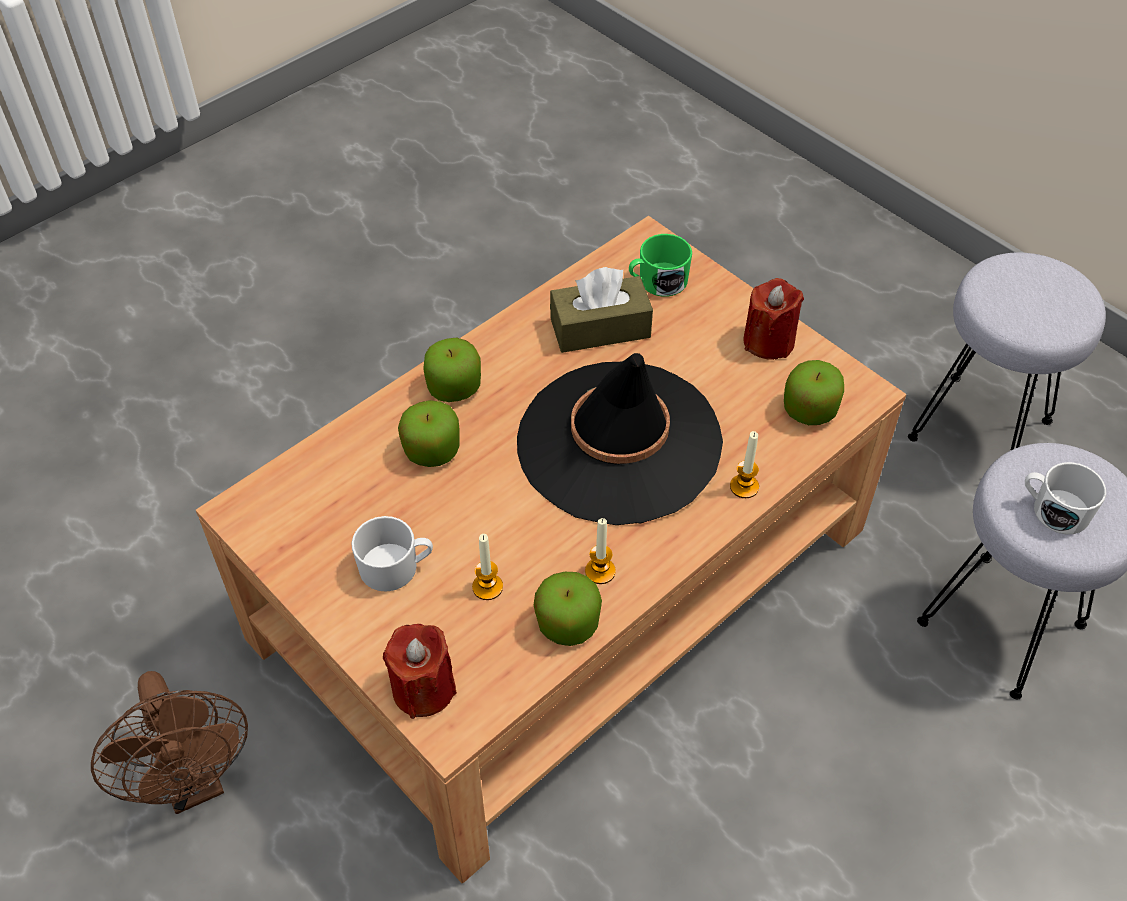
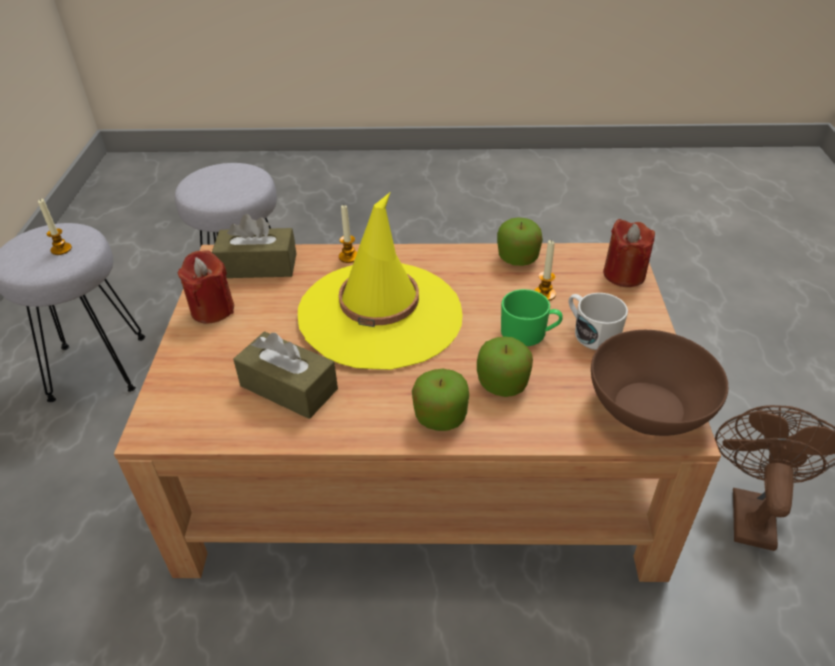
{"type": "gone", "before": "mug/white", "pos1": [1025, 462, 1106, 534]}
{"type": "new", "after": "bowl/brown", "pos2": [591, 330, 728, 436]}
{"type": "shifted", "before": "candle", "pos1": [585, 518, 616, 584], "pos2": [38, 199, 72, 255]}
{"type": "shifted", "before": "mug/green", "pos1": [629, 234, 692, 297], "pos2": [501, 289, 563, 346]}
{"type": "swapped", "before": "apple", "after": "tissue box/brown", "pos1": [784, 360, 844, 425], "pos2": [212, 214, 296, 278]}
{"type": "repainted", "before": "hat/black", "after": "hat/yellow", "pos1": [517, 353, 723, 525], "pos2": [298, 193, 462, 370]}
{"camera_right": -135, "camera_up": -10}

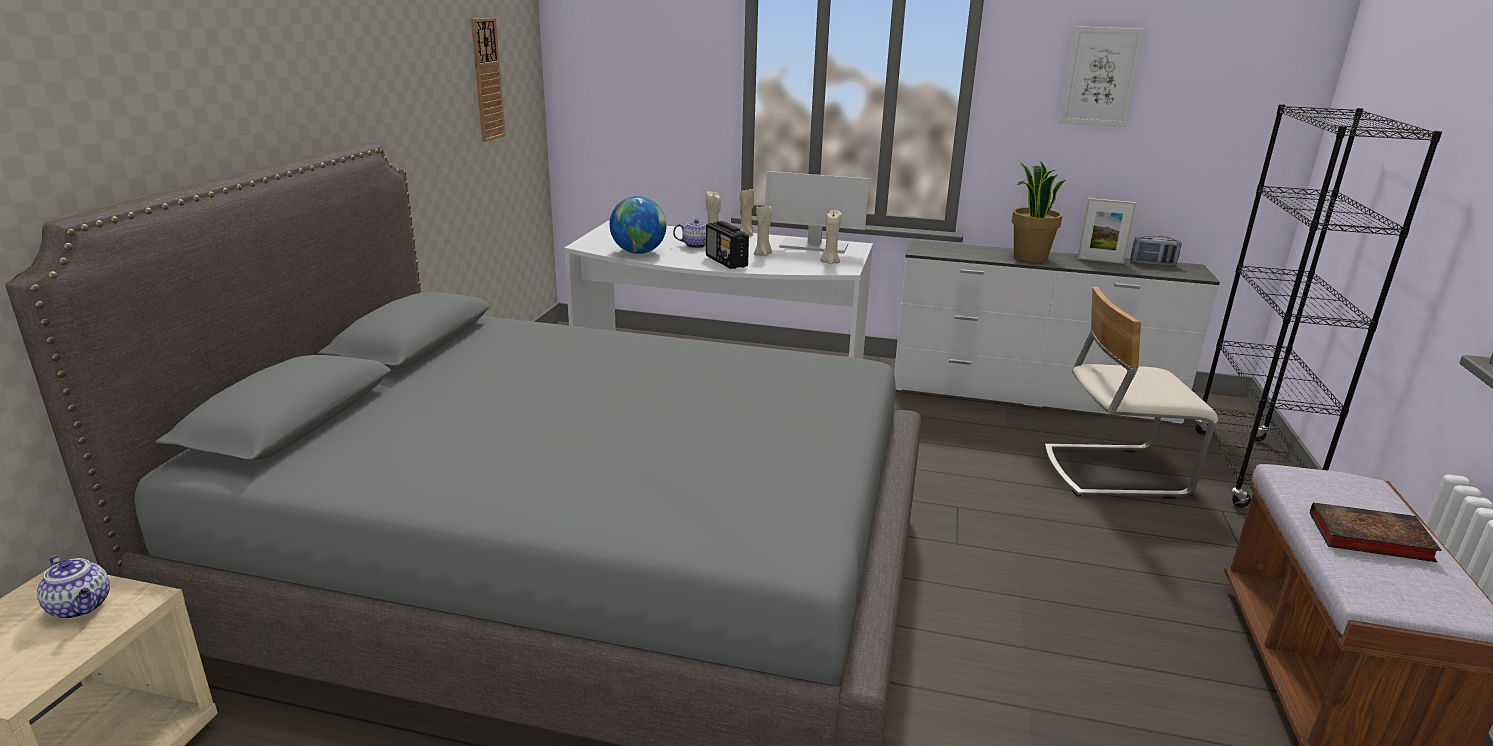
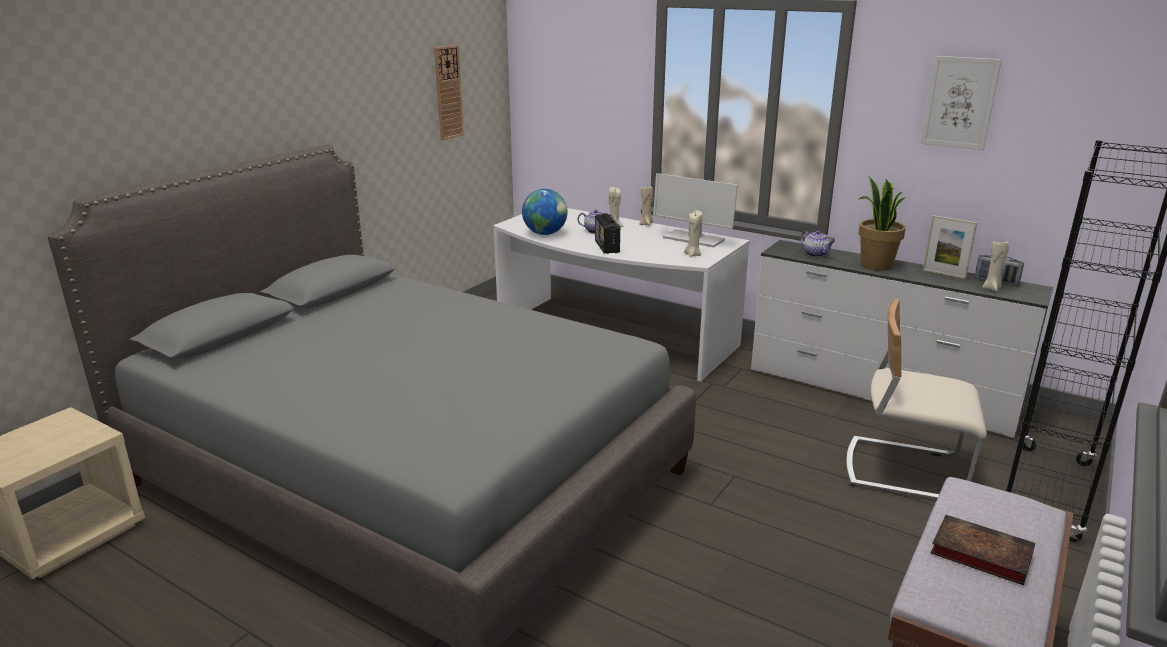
{"type": "shifted", "before": "teapot", "pos1": [37, 555, 110, 619], "pos2": [800, 230, 834, 257]}
{"type": "shifted", "before": "candle/beige", "pos1": [754, 206, 772, 257], "pos2": [982, 240, 1009, 292]}
{"camera_right": 20, "camera_up": 0}

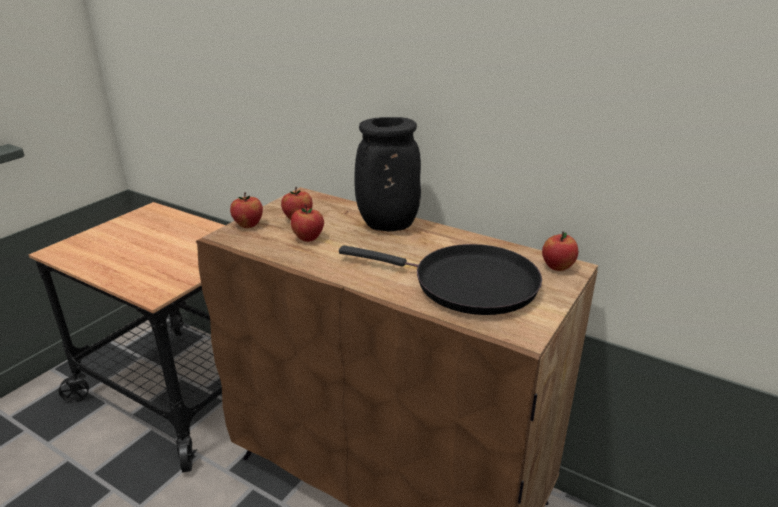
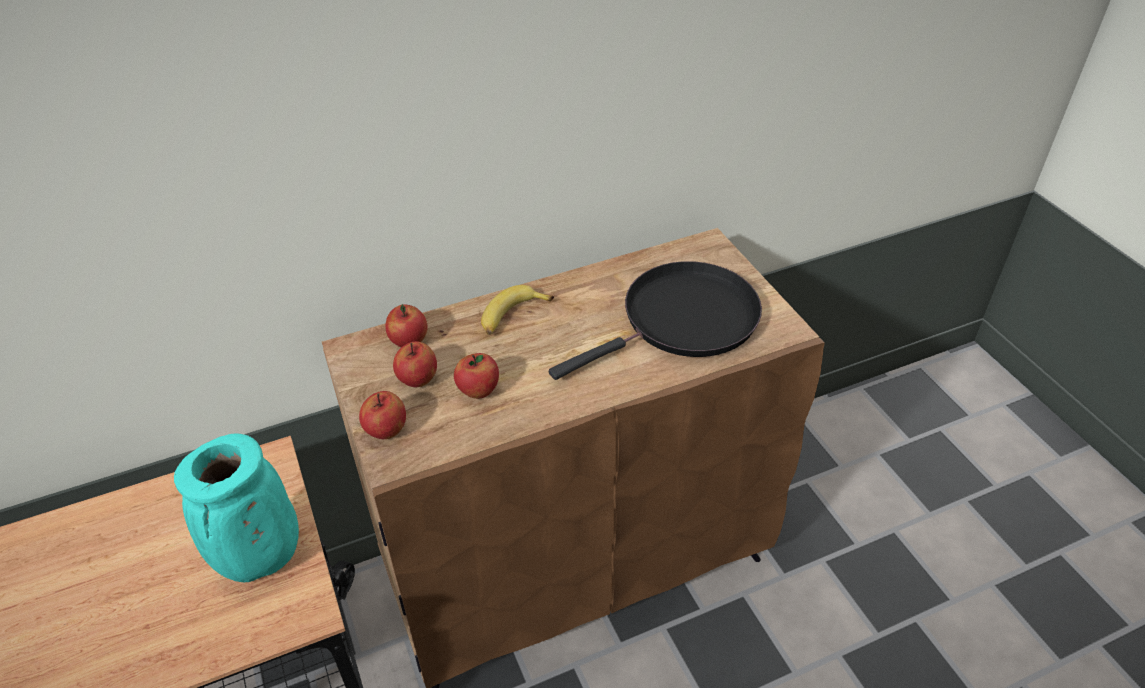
{"type": "new", "after": "vase/turquoise", "pos2": [174, 433, 299, 582]}
{"type": "shifted", "before": "apple", "pos1": [542, 231, 578, 271], "pos2": [385, 304, 427, 347]}
{"type": "swapped", "before": "vase/black", "after": "banana", "pos1": [355, 117, 421, 231], "pos2": [481, 285, 554, 335]}
{"camera_right": -55, "camera_up": 15}

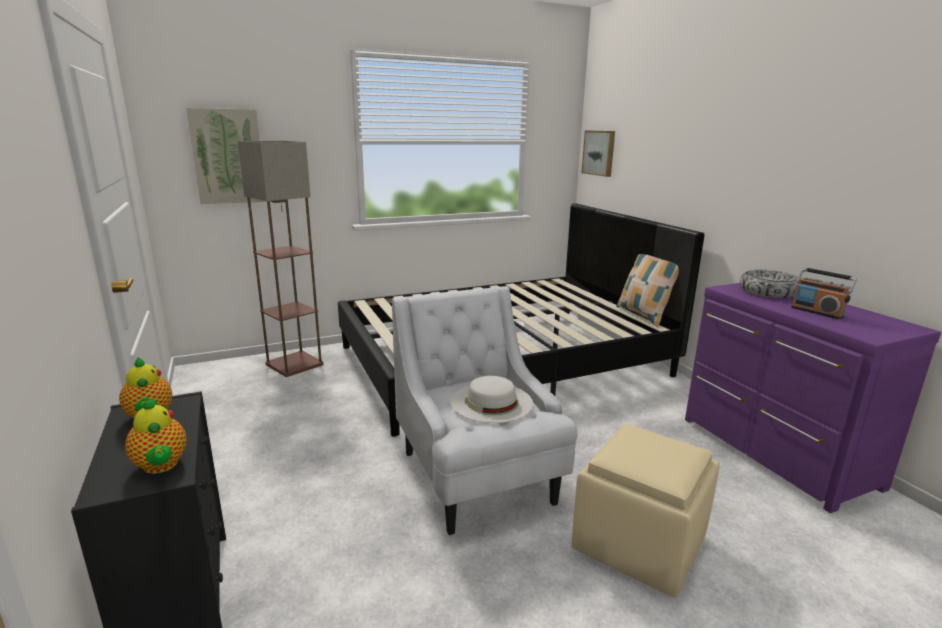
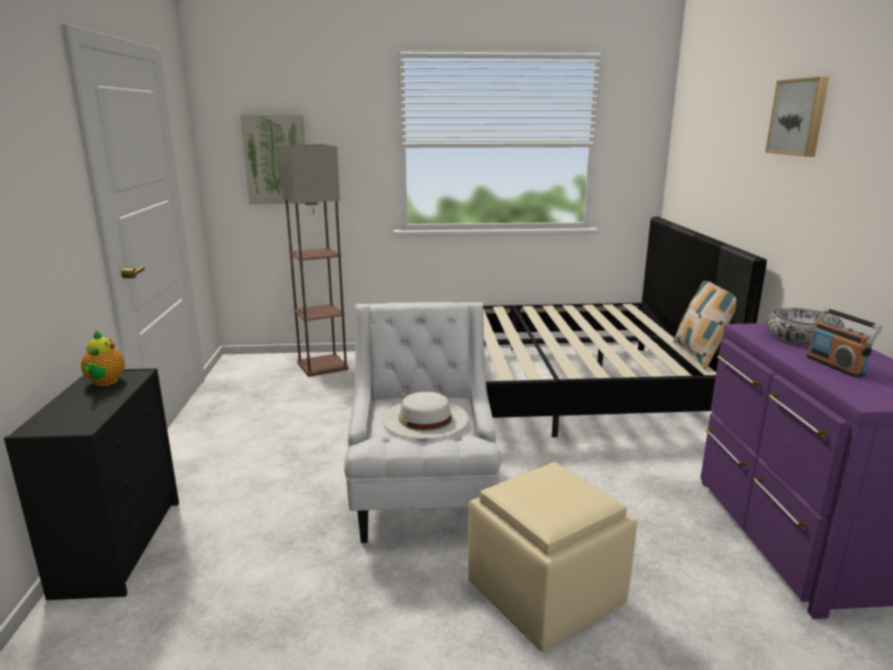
{"type": "gone", "before": "teapot", "pos1": [125, 398, 186, 474]}
{"type": "shifted", "before": "picture", "pos1": [582, 130, 615, 177], "pos2": [765, 77, 829, 157]}
{"camera_right": 20, "camera_up": 0}

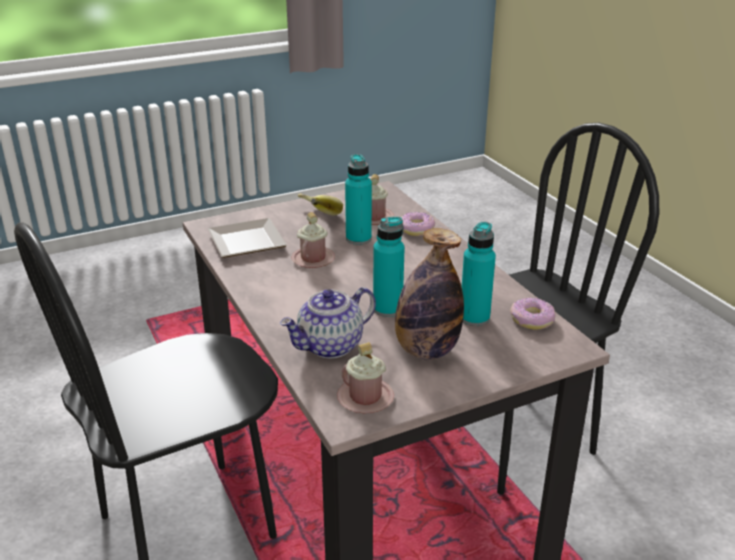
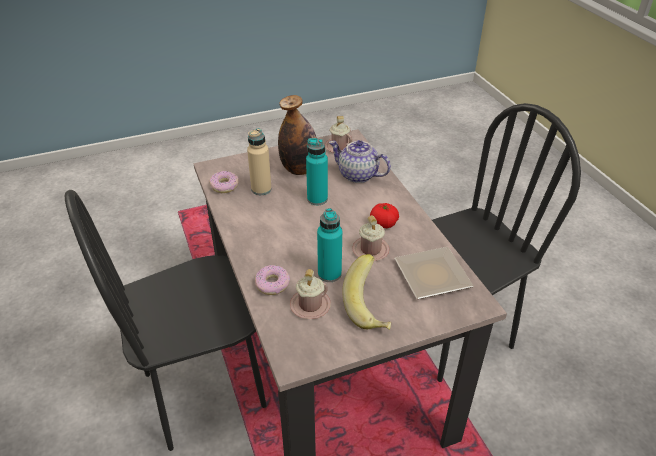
{"type": "new", "after": "tomato", "pos2": [370, 203, 399, 228]}
{"type": "repainted", "before": "bottle/turquoise", "after": "bottle/beige", "pos1": [462, 222, 496, 326], "pos2": [247, 128, 272, 195]}
{"type": "rotated", "before": "teapot", "pos1": [280, 287, 376, 358], "pos2": [329, 140, 391, 183], "turn": -120}
{"camera_right": -175, "camera_up": 10}

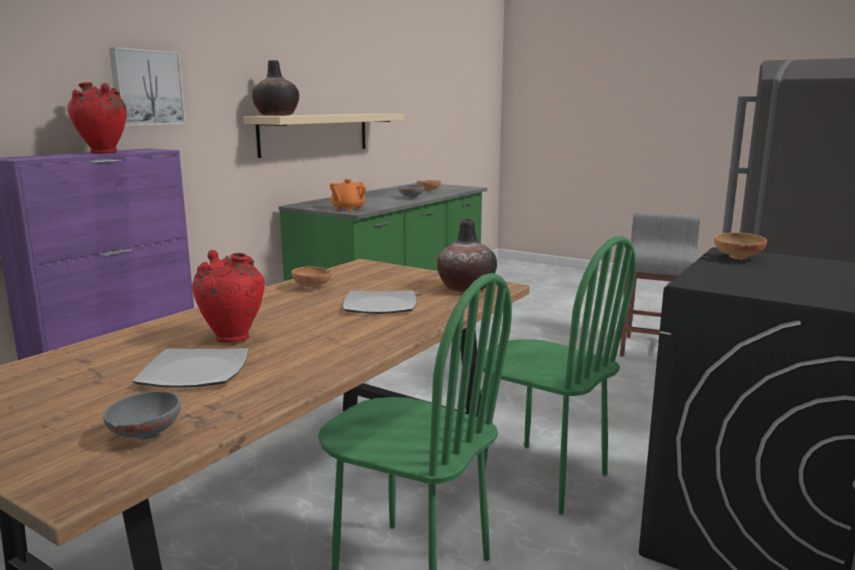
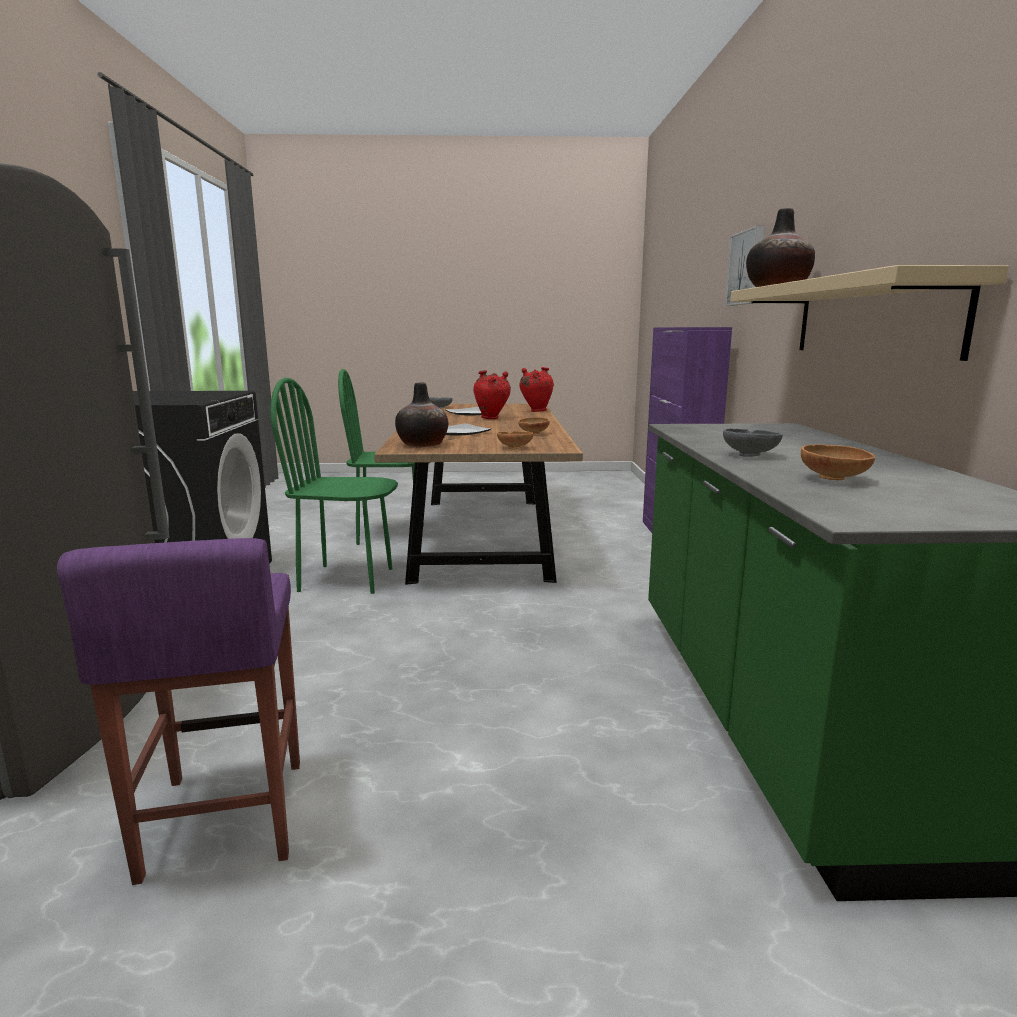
{"type": "gone", "before": "teapot/orange", "pos1": [330, 179, 366, 211]}
{"type": "shifted", "before": "vase/red", "pos1": [67, 82, 127, 154], "pos2": [519, 367, 554, 412]}
{"type": "shifted", "before": "bowl/brown", "pos1": [714, 233, 767, 260], "pos2": [497, 431, 533, 449]}
{"type": "repainted", "before": "stool/grey", "after": "stool/purple", "pos1": [620, 212, 700, 357], "pos2": [57, 538, 300, 885]}
{"camera_right": 145, "camera_up": 0}

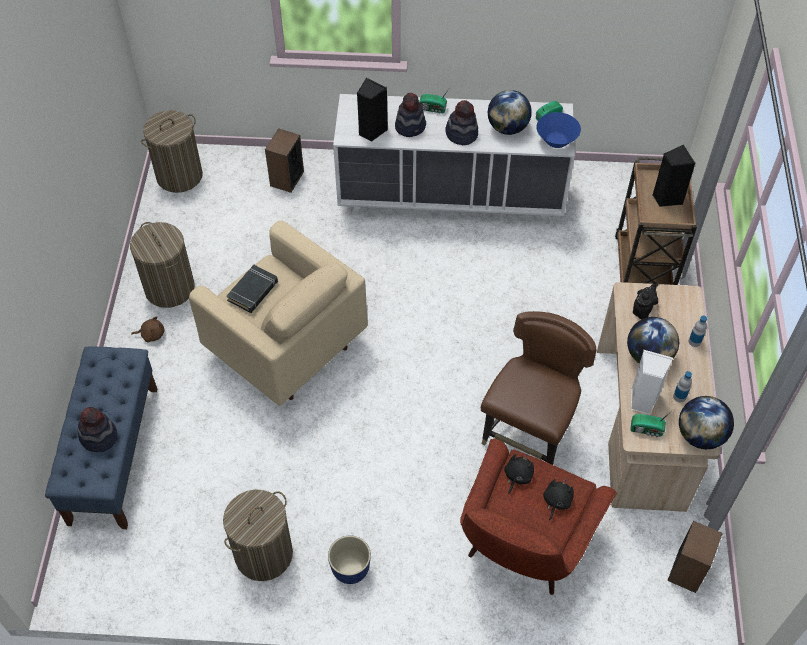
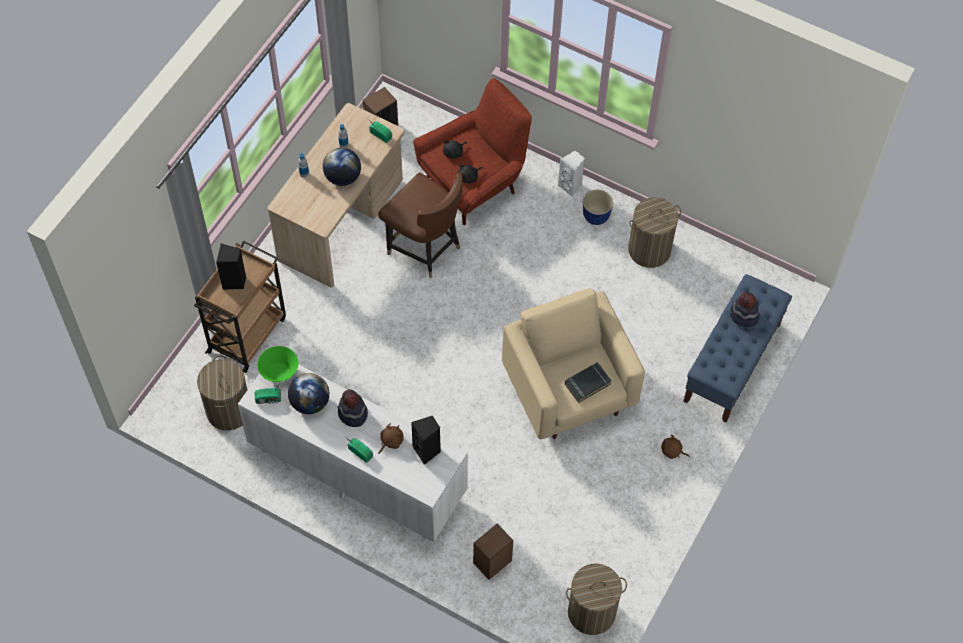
{"type": "gone", "before": "teapot/black", "pos1": [633, 284, 658, 319]}
{"type": "gone", "before": "globe", "pos1": [679, 396, 734, 449]}
{"type": "shifted", "before": "laundry basket", "pos1": [130, 222, 195, 308], "pos2": [197, 355, 247, 430]}
{"type": "shifted", "before": "speaker/white", "pos1": [631, 349, 673, 414], "pos2": [558, 150, 585, 197]}
{"type": "swapped", "before": "hat", "after": "plush toy/brown", "pos1": [395, 93, 426, 137], "pos2": [378, 423, 404, 454]}
{"type": "repainted", "before": "bowl/blue", "after": "bowl/green", "pos1": [536, 112, 581, 148], "pos2": [257, 346, 298, 382]}
{"type": "rotated", "before": "chair/brown", "pos1": [481, 311, 597, 465], "pos2": [378, 173, 463, 278], "turn": -105}
{"camera_right": -155, "camera_up": 5}

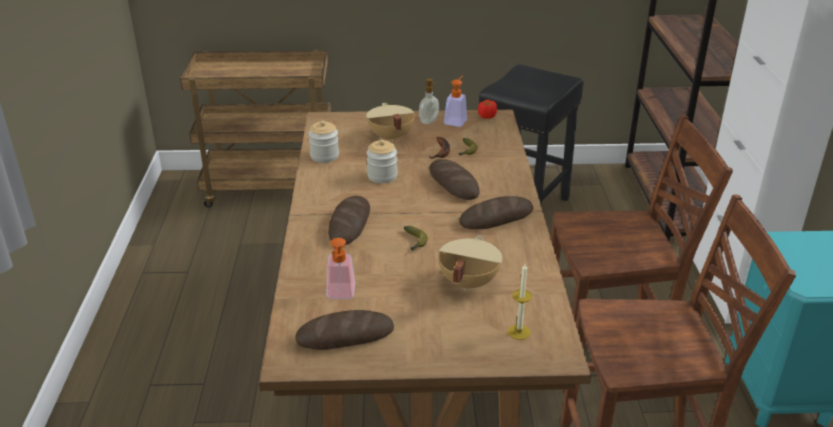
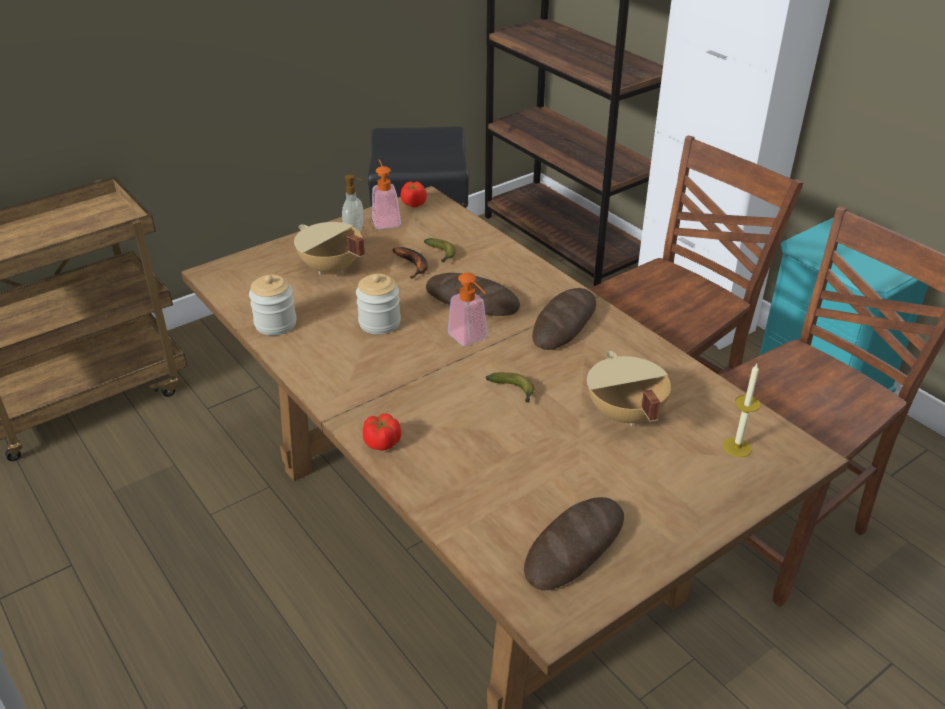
{"type": "gone", "before": "bread", "pos1": [328, 196, 370, 245]}
{"type": "new", "after": "tomato", "pos2": [363, 413, 401, 451]}
{"type": "shifted", "before": "soap dispenser", "pos1": [326, 238, 355, 299], "pos2": [448, 273, 487, 346]}
{"camera_right": -35, "camera_up": 5}

